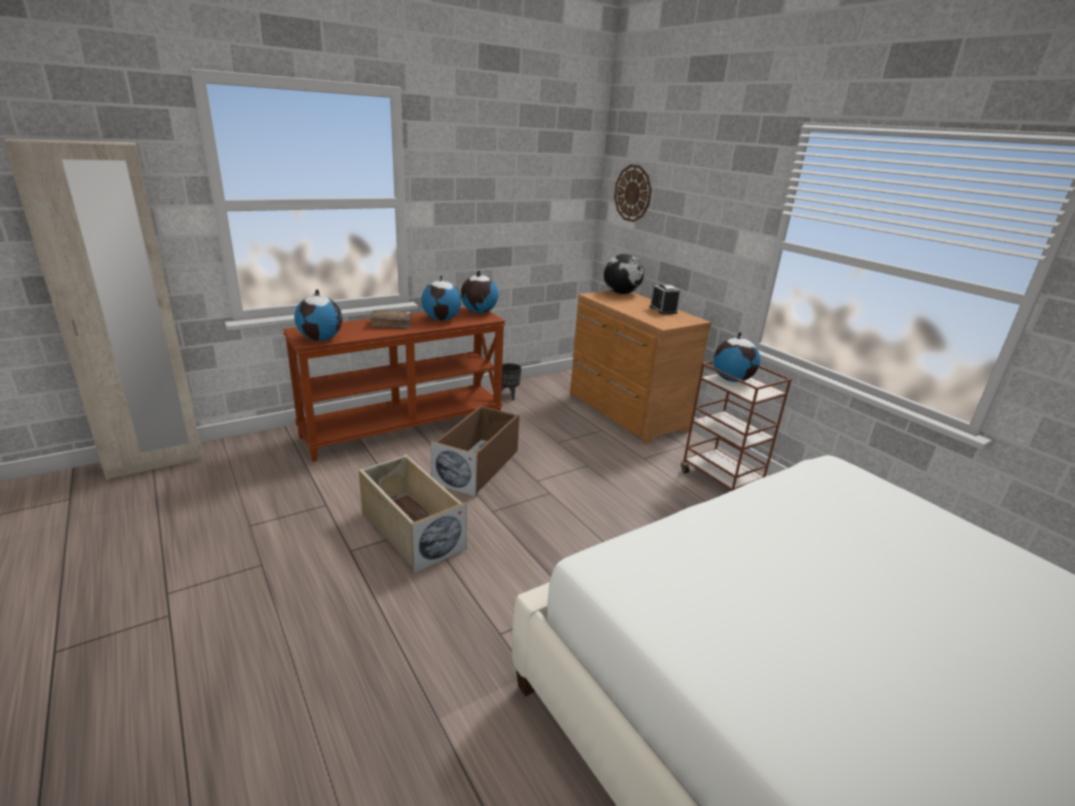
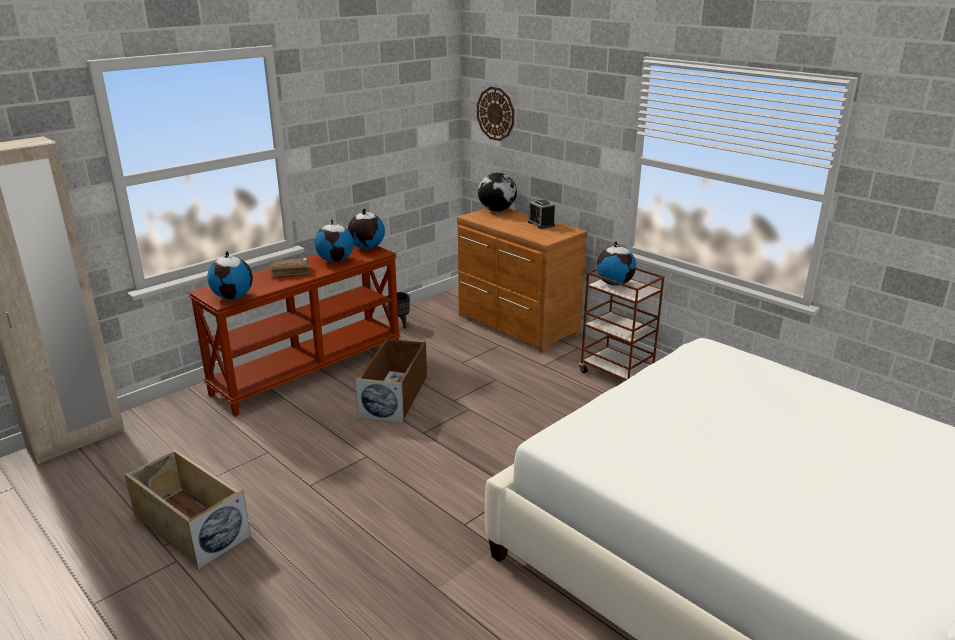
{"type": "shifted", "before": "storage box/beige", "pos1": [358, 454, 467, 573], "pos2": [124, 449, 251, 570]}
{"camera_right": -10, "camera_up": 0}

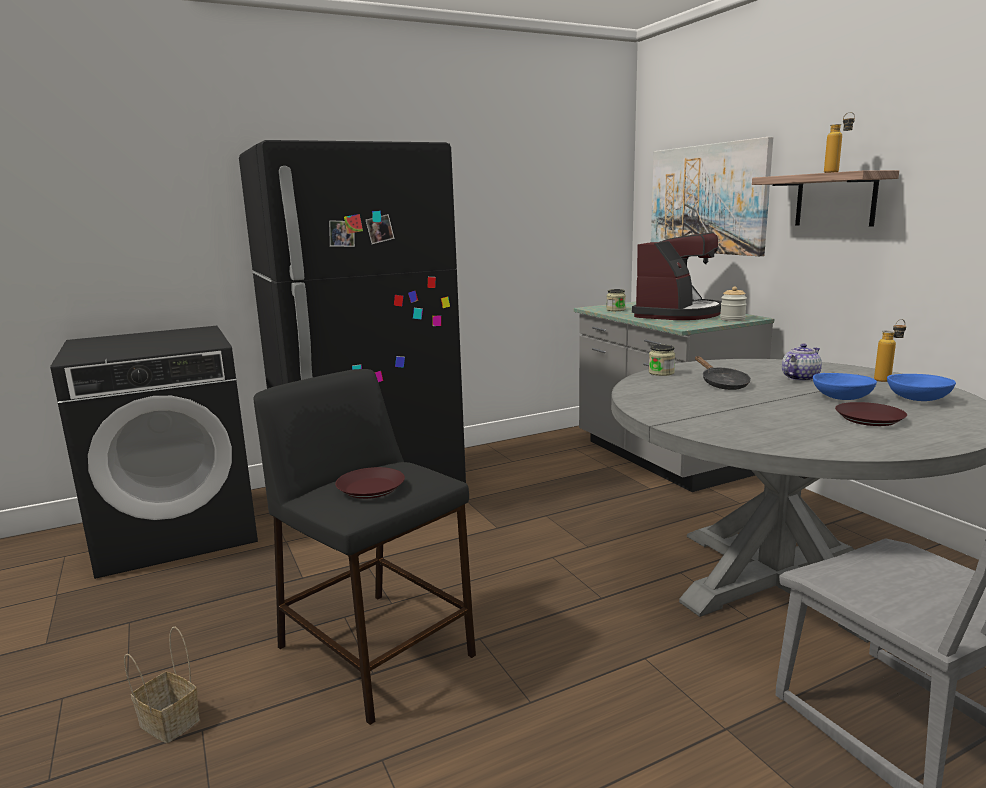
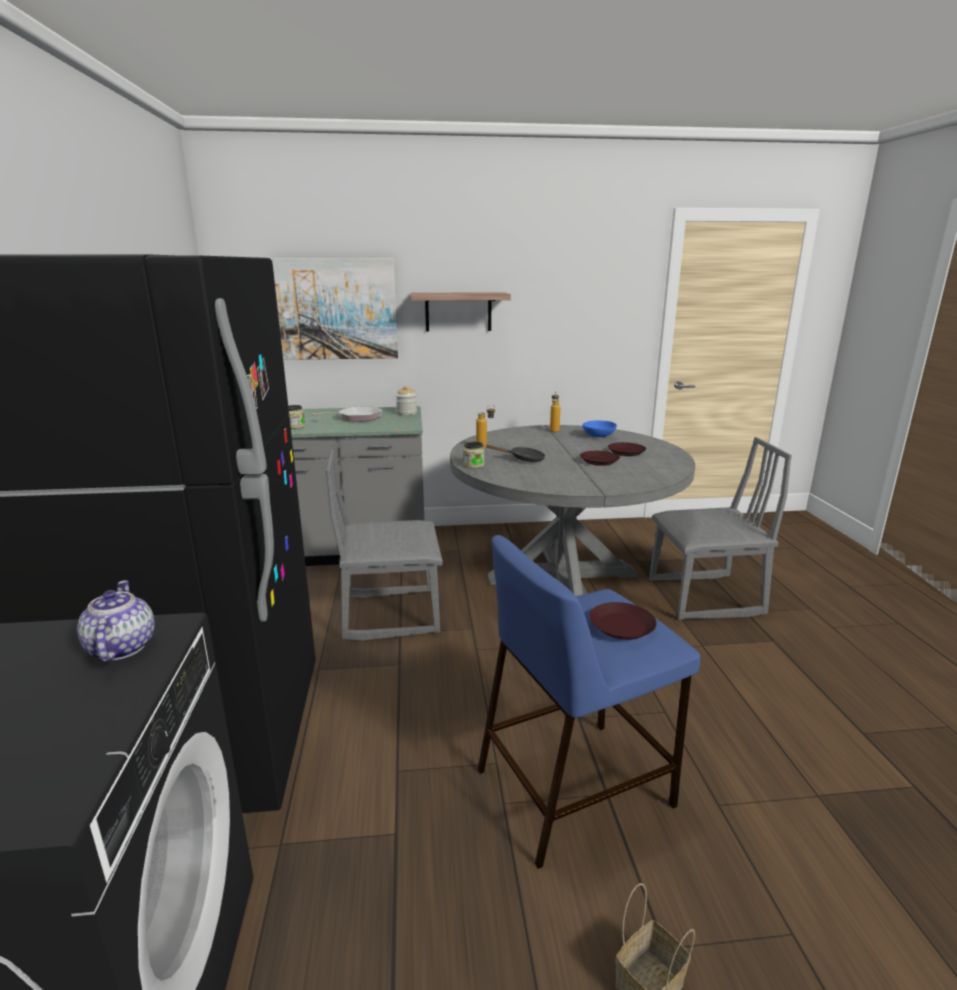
{"type": "gone", "before": "bowl/blue", "pos1": [813, 373, 877, 400]}
{"type": "new", "after": "chair/grey", "pos2": [326, 450, 443, 640]}
{"type": "new", "after": "plate/brown", "pos2": [580, 451, 620, 466]}
{"type": "shifted", "before": "teapot", "pos1": [782, 343, 822, 381], "pos2": [77, 580, 155, 663]}
{"type": "shifted", "before": "bottle", "pos1": [824, 112, 855, 173], "pos2": [476, 405, 495, 448]}
{"type": "swapped", "before": "coffee machine", "after": "frying pan", "pos1": [632, 232, 722, 320], "pos2": [312, 406, 383, 422]}
{"type": "repainted", "before": "stool/black", "after": "stool/blue", "pos1": [254, 369, 476, 725], "pos2": [478, 535, 700, 869]}
{"camera_right": -70, "camera_up": 5}

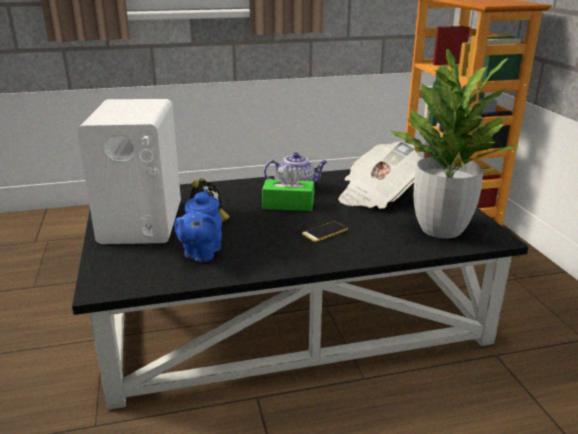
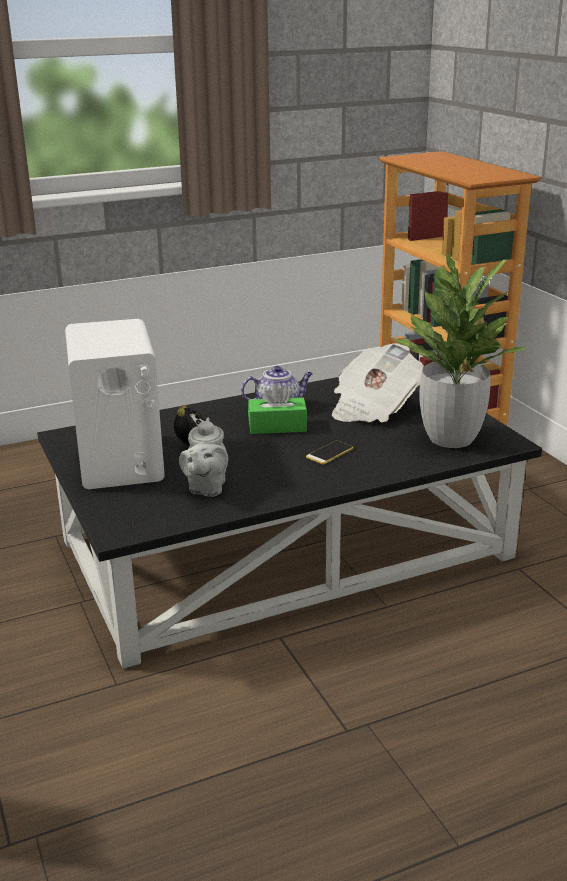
{"type": "repainted", "before": "teapot/blue", "after": "teapot/grey", "pos1": [175, 189, 222, 262], "pos2": [179, 418, 228, 497]}
{"camera_right": -10, "camera_up": 0}

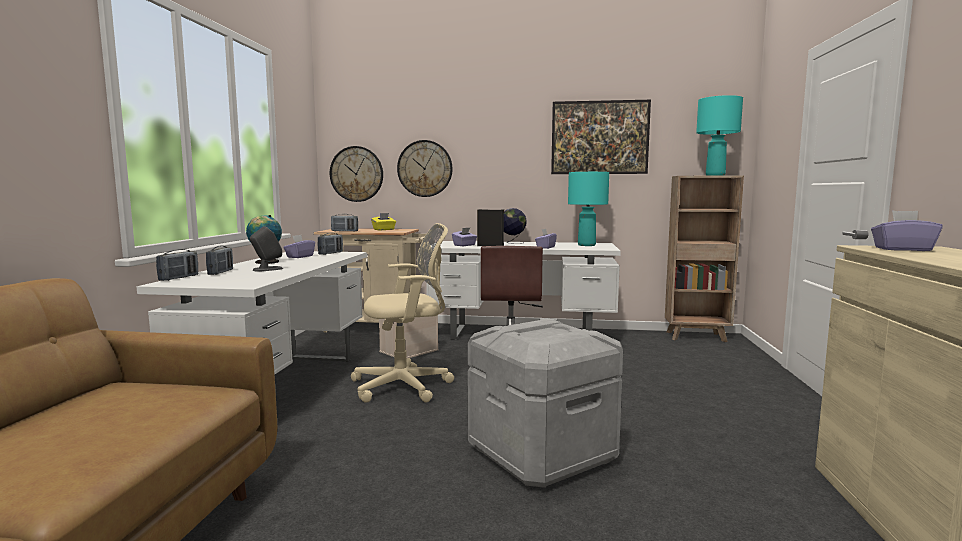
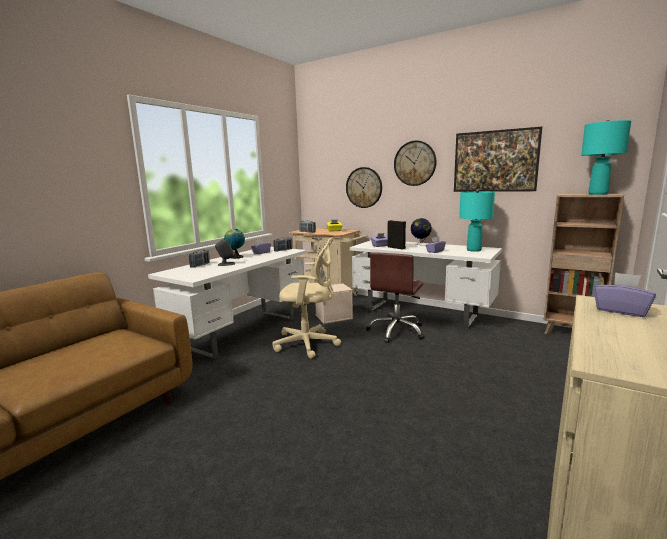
{"type": "gone", "before": "radio", "pos1": [156, 249, 198, 281]}
{"type": "gone", "before": "storage box/grey", "pos1": [468, 318, 623, 488]}
{"type": "shifted", "before": "wall clock", "pos1": [330, 146, 383, 202], "pos2": [394, 141, 436, 186]}
{"camera_right": 25, "camera_up": 5}

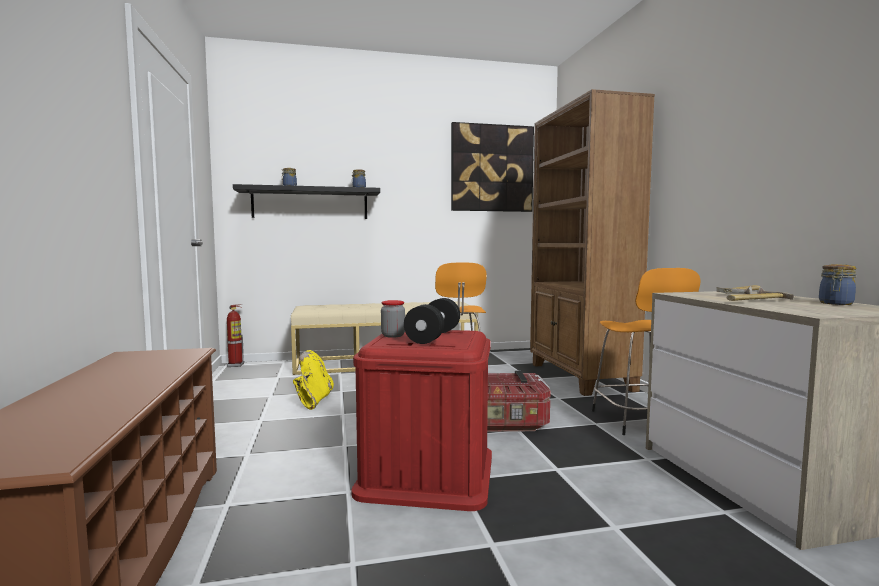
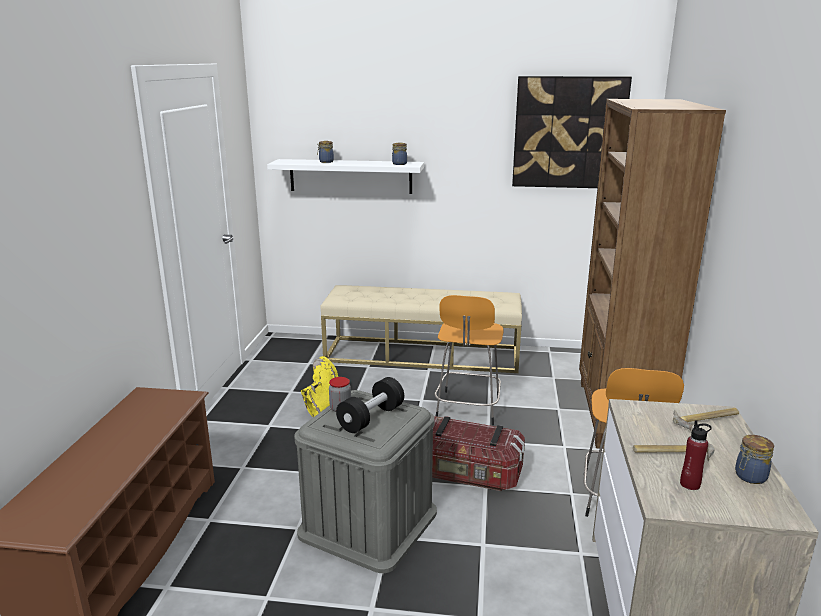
{"type": "gone", "before": "fire extinguisher", "pos1": [226, 304, 244, 367]}
{"type": "new", "after": "bottle/red", "pos2": [680, 420, 712, 490]}
{"type": "repainted", "before": "shelf/black", "after": "shelf/white", "pos1": [233, 184, 380, 219], "pos2": [267, 159, 424, 194]}
{"type": "repainted", "before": "storage box/red", "after": "storage box/grey", "pos1": [352, 330, 492, 511], "pos2": [294, 390, 437, 573]}
{"camera_right": 20, "camera_up": 15}

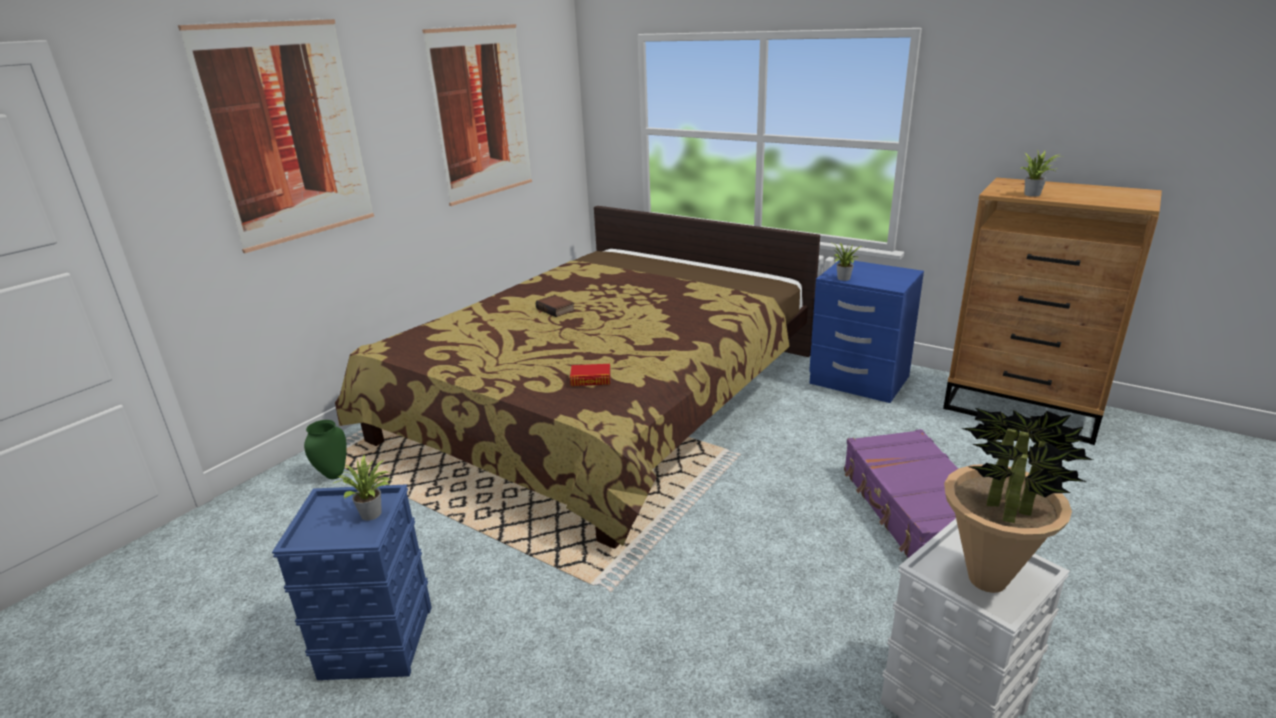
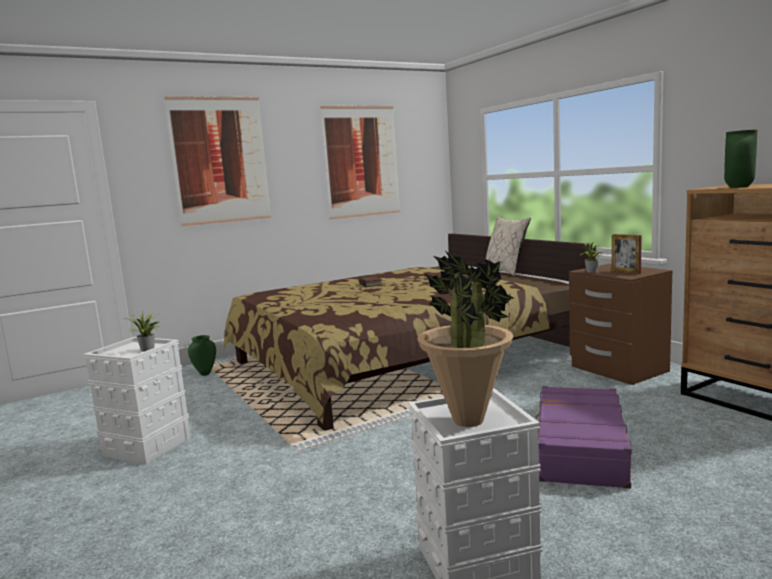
{"type": "gone", "before": "book", "pos1": [570, 364, 611, 386]}
{"type": "new", "after": "pillow/beige", "pos2": [486, 216, 531, 276]}
{"type": "new", "after": "picture frame", "pos2": [612, 234, 642, 274]}
{"type": "swapped", "before": "potted plant", "after": "vase/green", "pos1": [1021, 150, 1062, 197], "pos2": [724, 129, 757, 188]}
{"type": "repainted", "before": "storage box/blue", "after": "storage box/white", "pos1": [272, 484, 432, 680], "pos2": [83, 337, 191, 465]}
{"type": "repainted", "before": "nightstand/blue", "after": "nightstand/brown", "pos1": [809, 260, 924, 403], "pos2": [569, 264, 672, 385]}
{"camera_right": 25, "camera_up": -15}

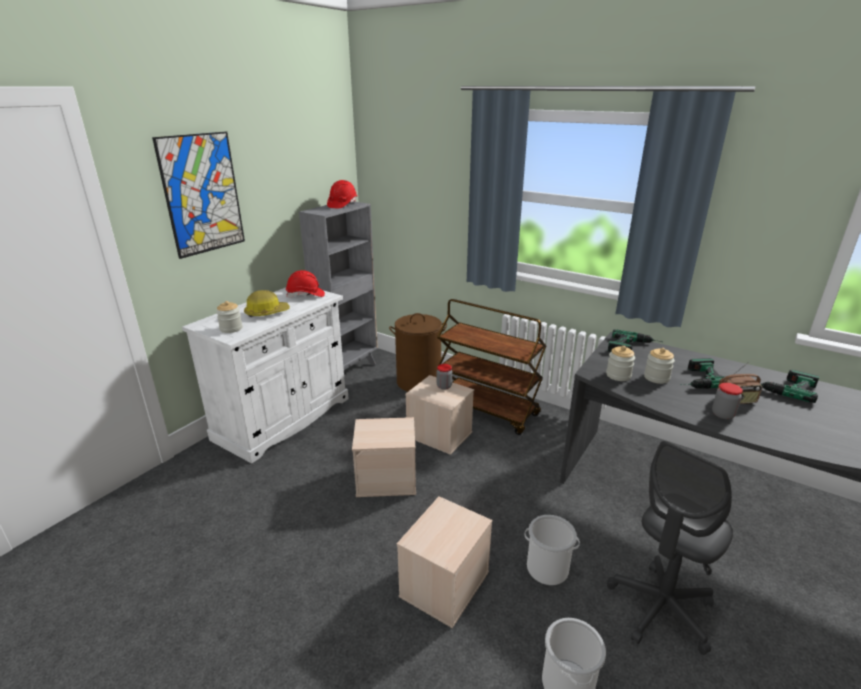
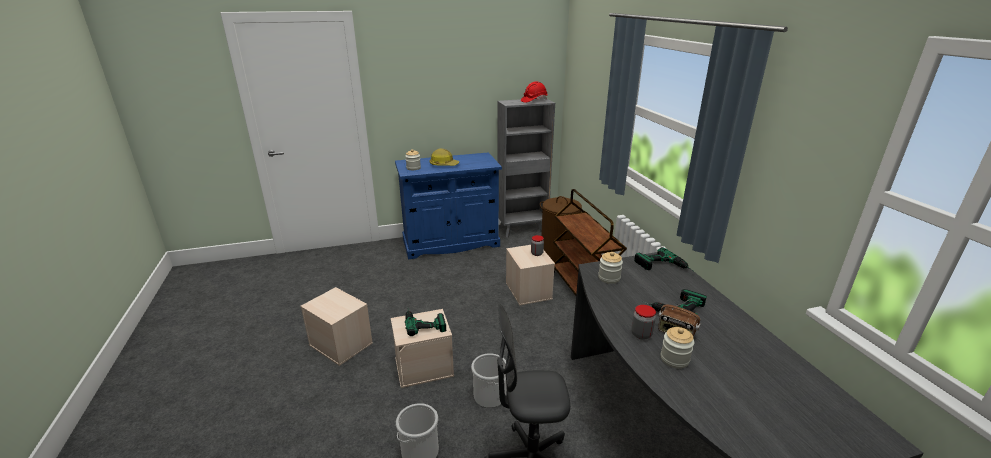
{"type": "gone", "before": "picture", "pos1": [152, 132, 245, 259]}
{"type": "gone", "before": "hard hat/red", "pos1": [286, 270, 325, 297]}
{"type": "shifted", "before": "storage box/beige", "pos1": [352, 417, 416, 497], "pos2": [300, 287, 373, 366]}
{"type": "shifted", "before": "jar", "pos1": [644, 348, 675, 384], "pos2": [661, 327, 694, 369]}
{"type": "shifted", "before": "power drill", "pos1": [761, 370, 819, 403], "pos2": [405, 310, 446, 336]}
{"type": "repainted", "before": "cabinet/white", "after": "cabinet/blue", "pos1": [182, 287, 349, 463], "pos2": [395, 152, 502, 259]}
{"camera_right": 40, "camera_up": 0}

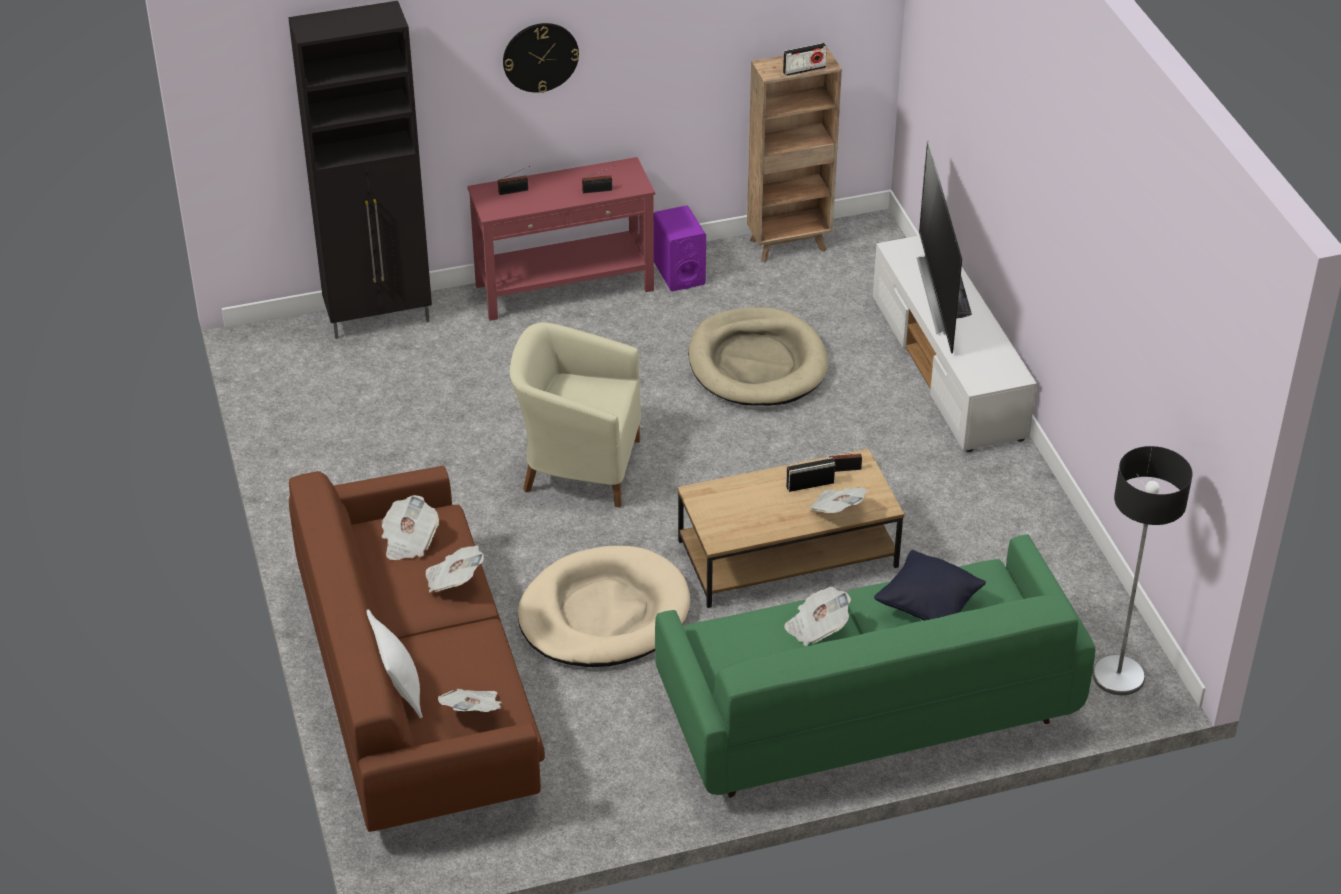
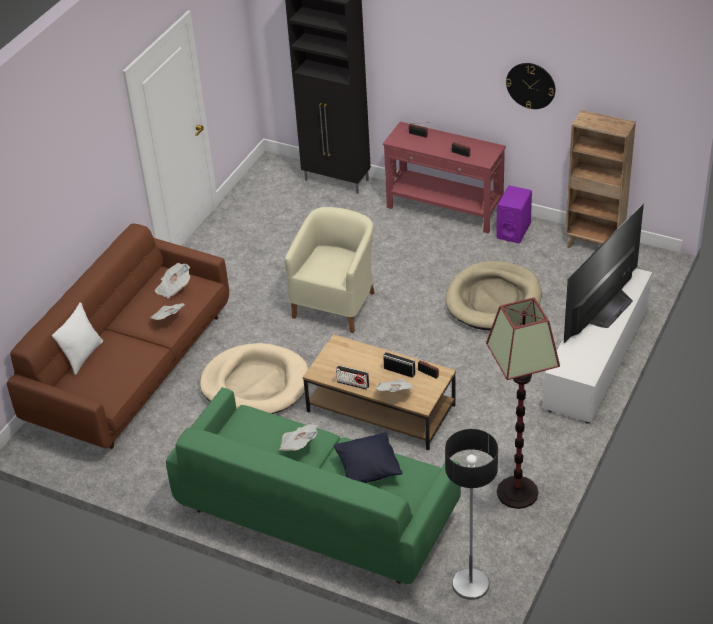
{"type": "gone", "before": "newspaper", "pos1": [438, 689, 502, 712]}
{"type": "new", "after": "floor lamp", "pos2": [486, 298, 560, 509]}
{"type": "shifted", "before": "wall clock", "pos1": [503, 23, 579, 93], "pos2": [506, 63, 555, 109]}
{"type": "shifted", "before": "radio", "pos1": [783, 43, 827, 76], "pos2": [336, 365, 369, 390]}
{"type": "rotated", "before": "armchair/beige", "pos1": [510, 322, 641, 508], "pos2": [285, 207, 375, 333], "turn": 60}
{"camera_right": 45, "camera_up": 0}

